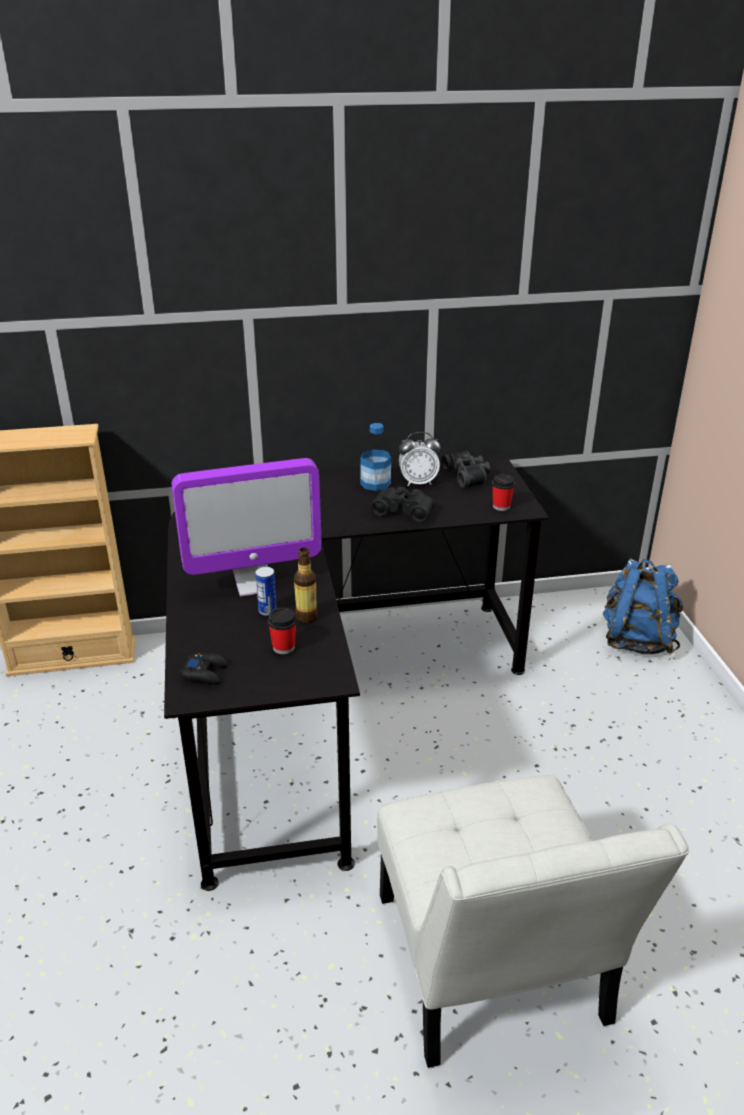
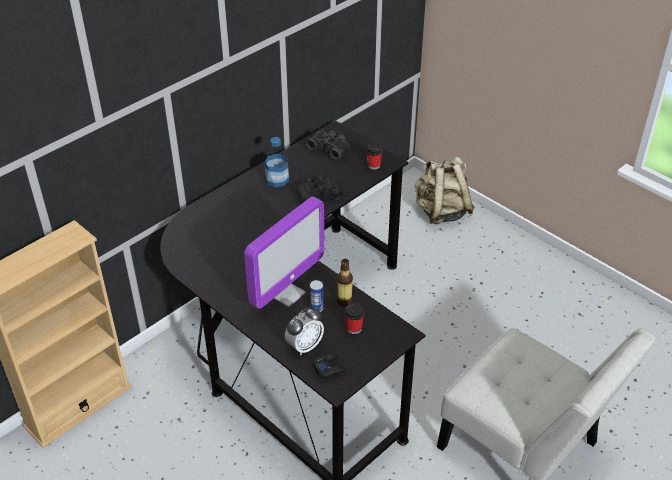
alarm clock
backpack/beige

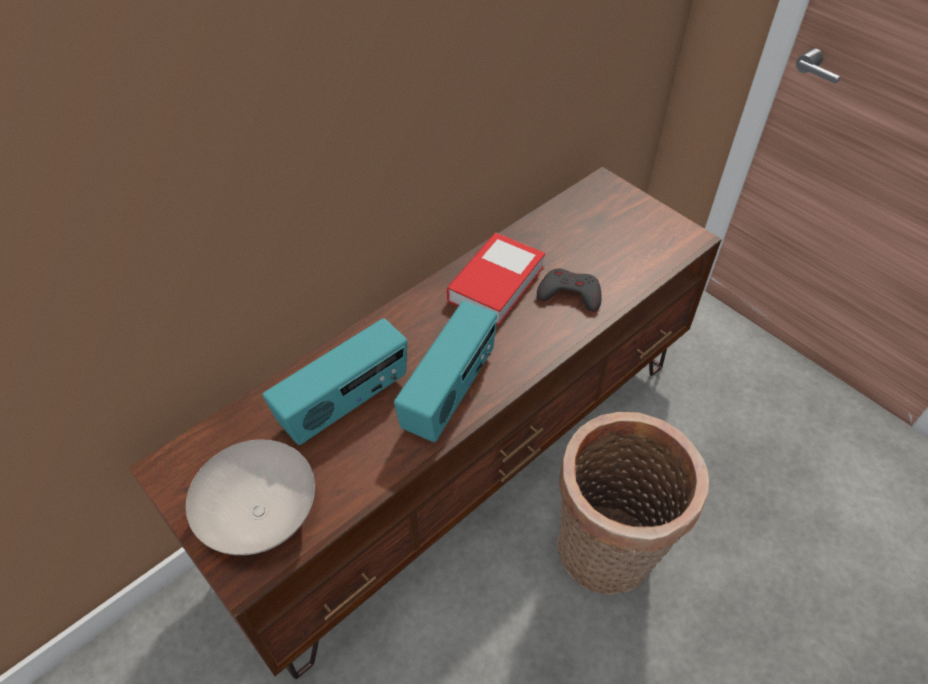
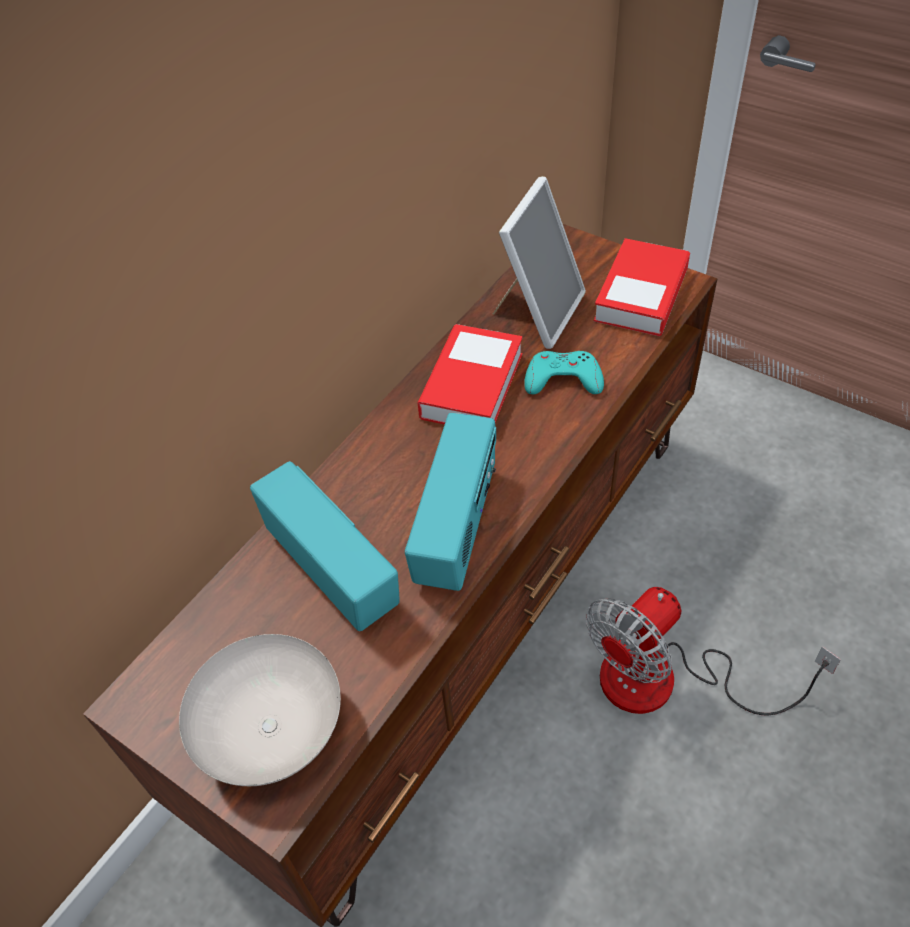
game controller/turquoise
radio (no. 1 from left)
fan
picture frame
book (no. 2 from left)

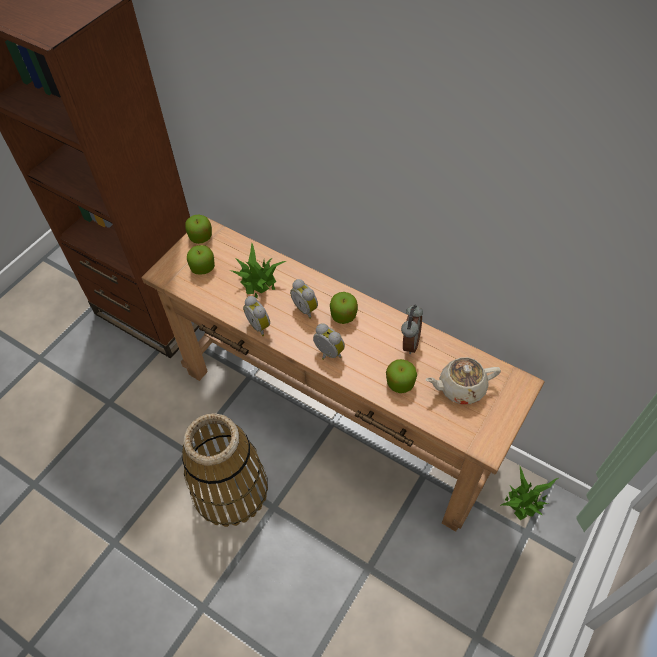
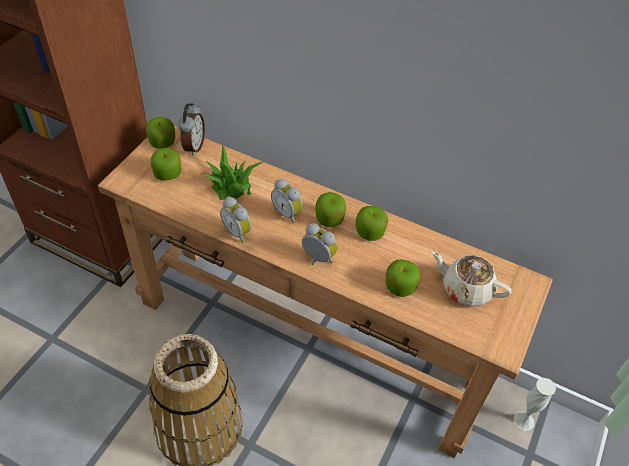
alarm clock (no. 1 from left)
teapot/beige
vase/white
apple (no. 4 from left)

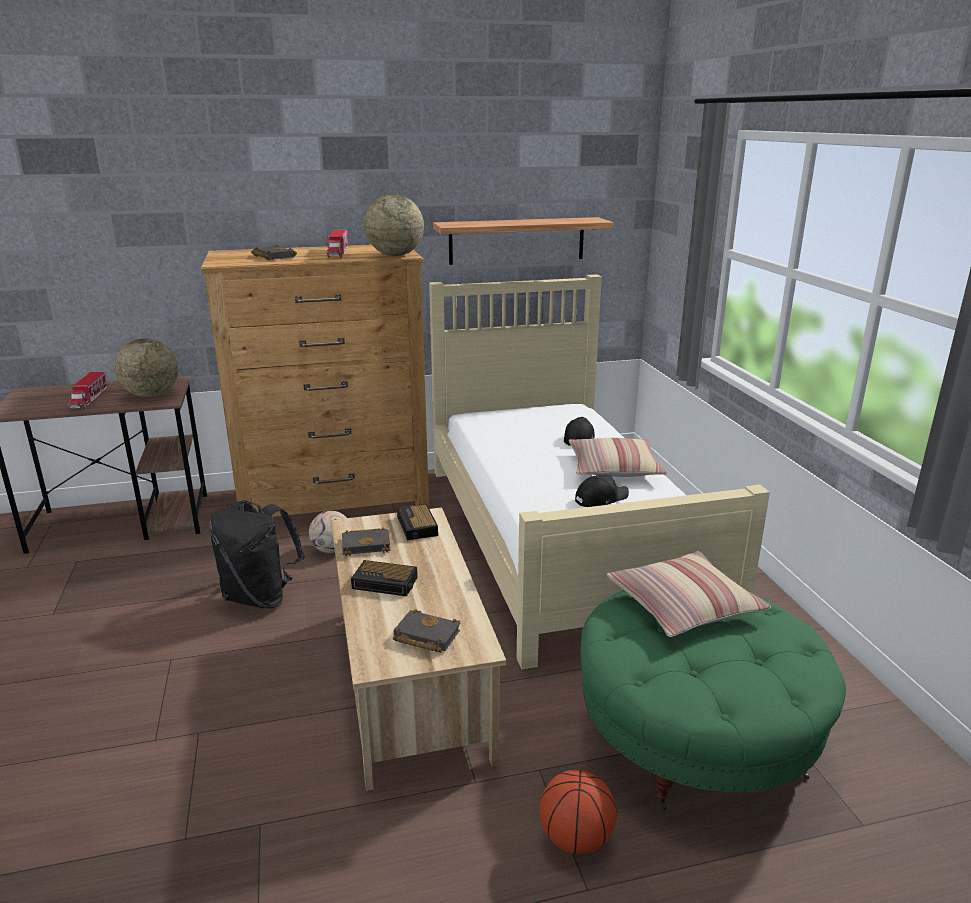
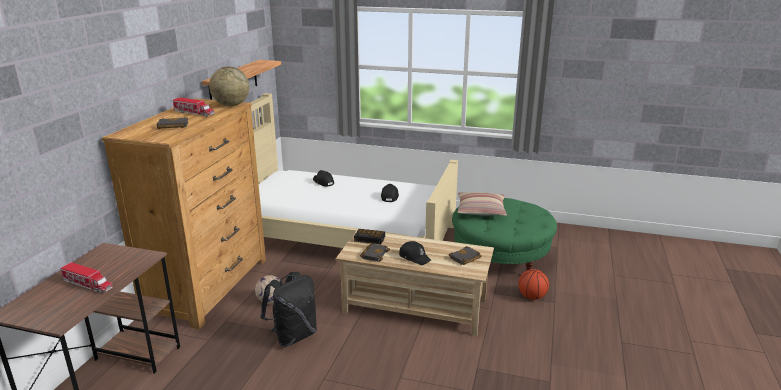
globe (no. 1 from left in the first image)
pillow (no. 1 from left in the first image)
cap/black (no. 3 from left)

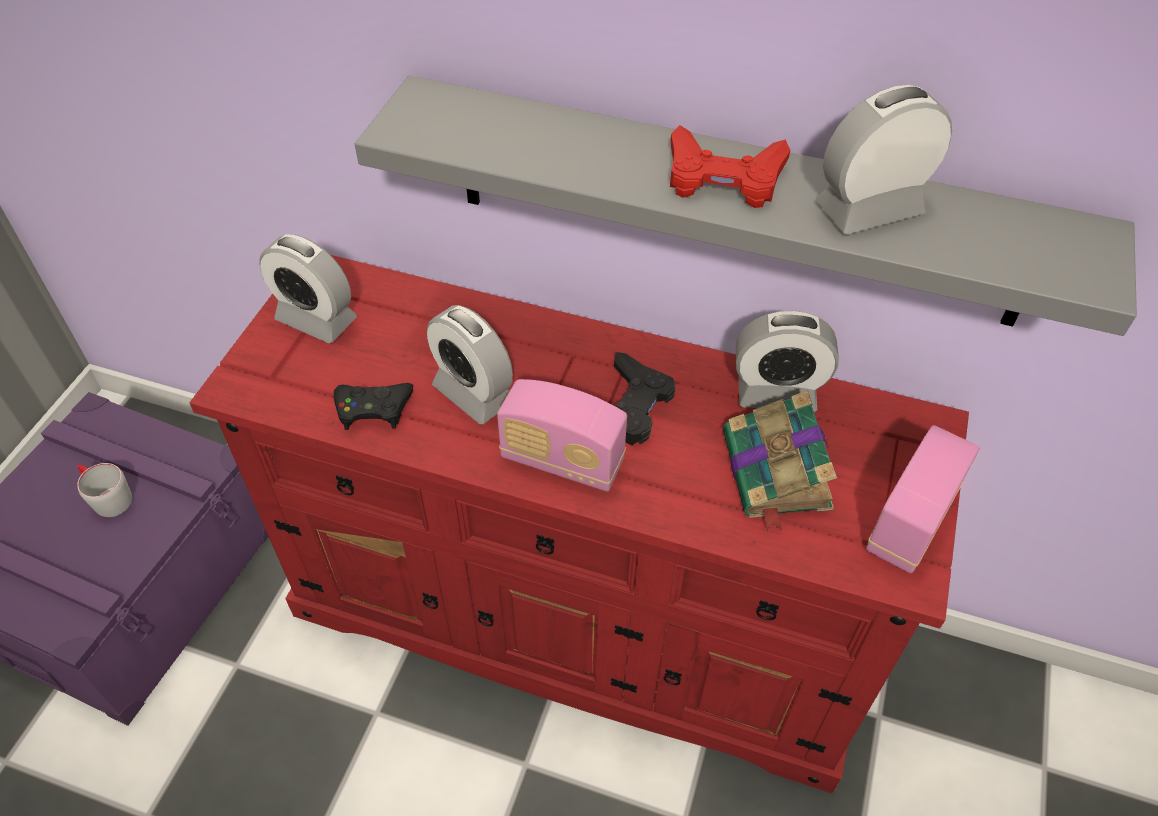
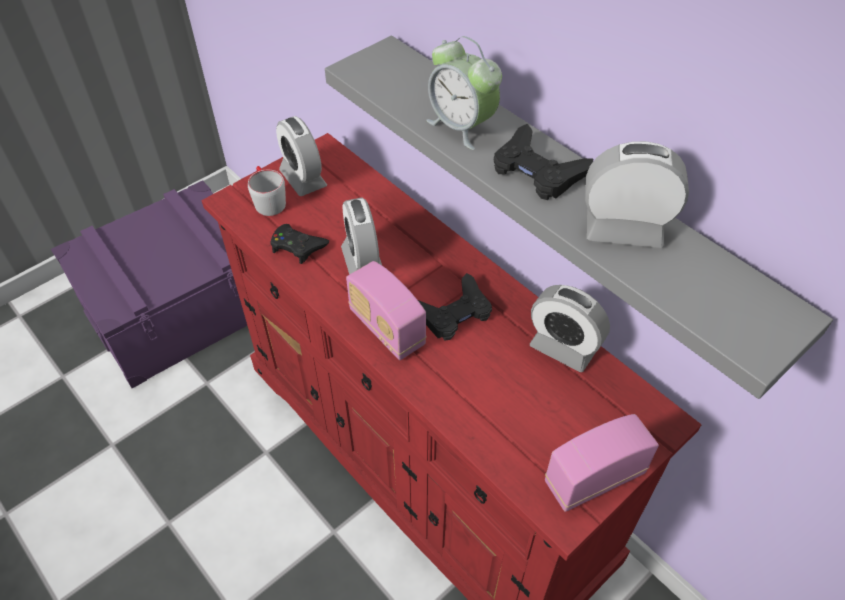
game controller/black (no. 3 from left)
book
mug/grey
alarm clock (no. 3 from left)

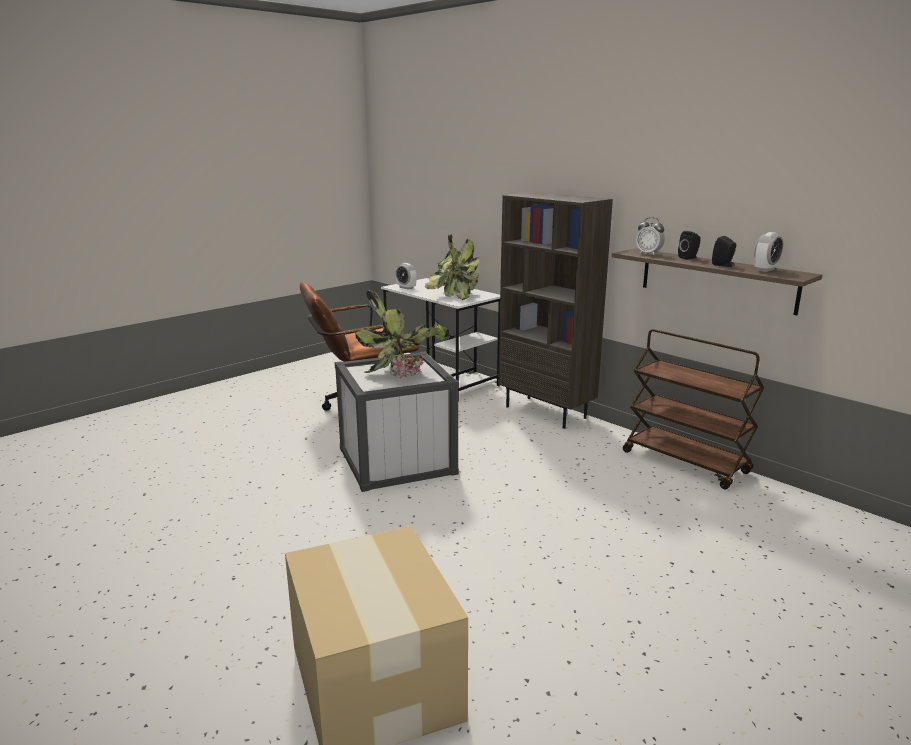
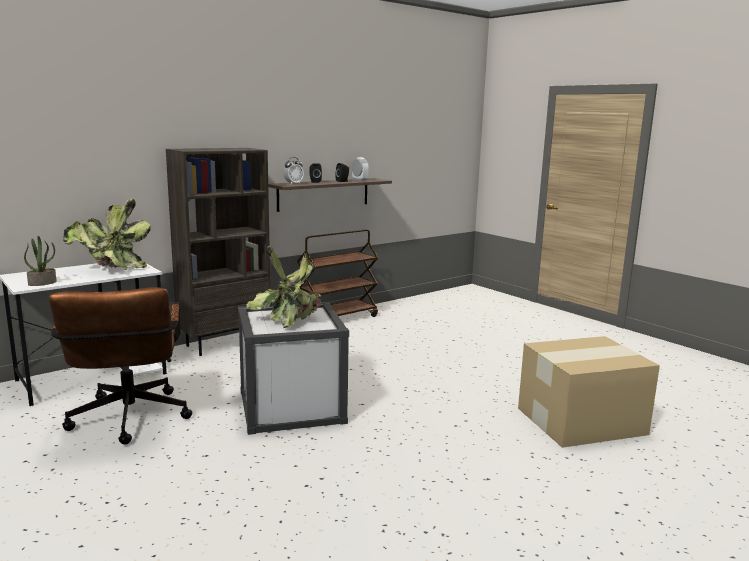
potted plant (no. 1 from left)

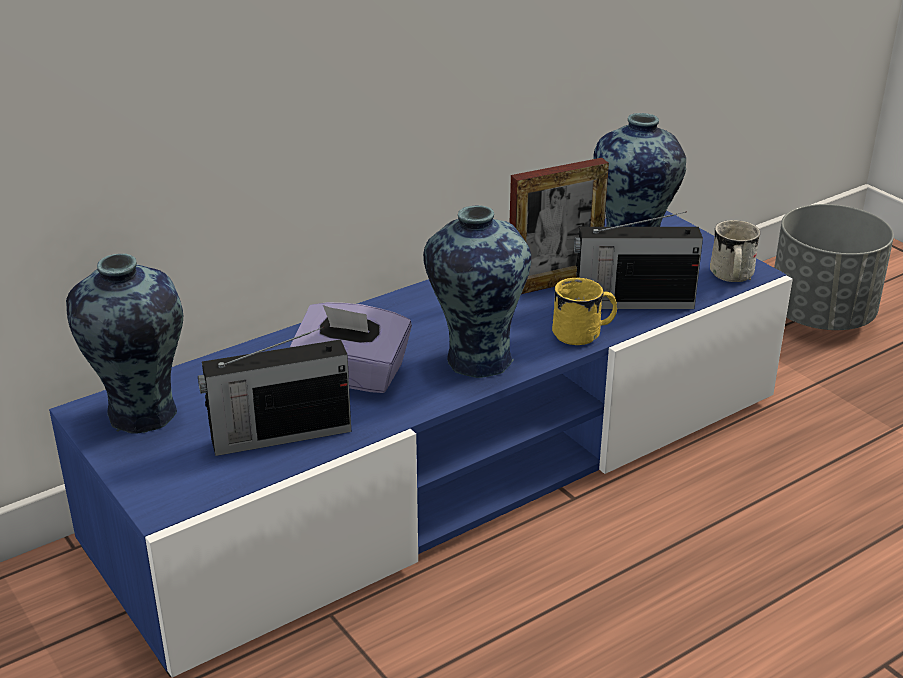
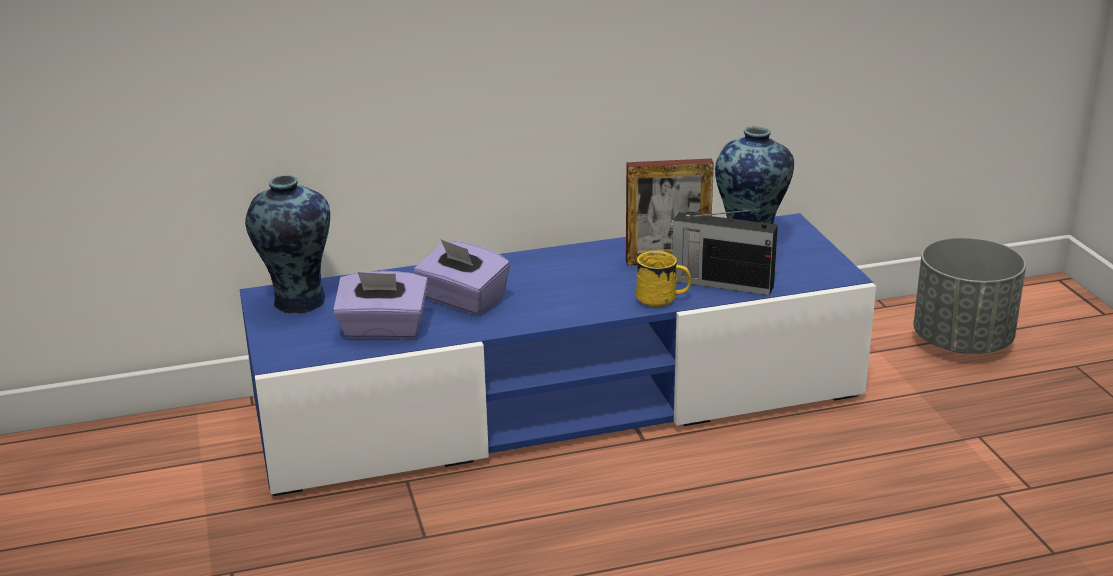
vase (no. 2 from left in the first image)
mug/white
tissue box/purple (no. 1 from left)

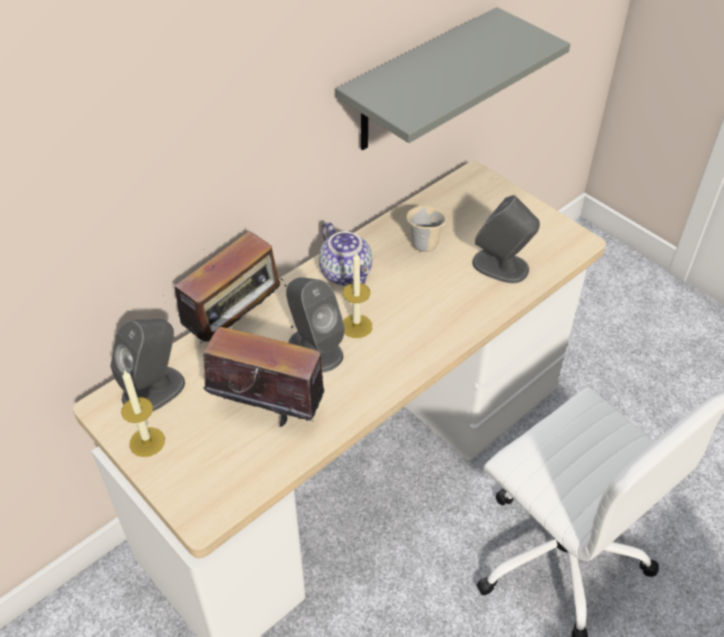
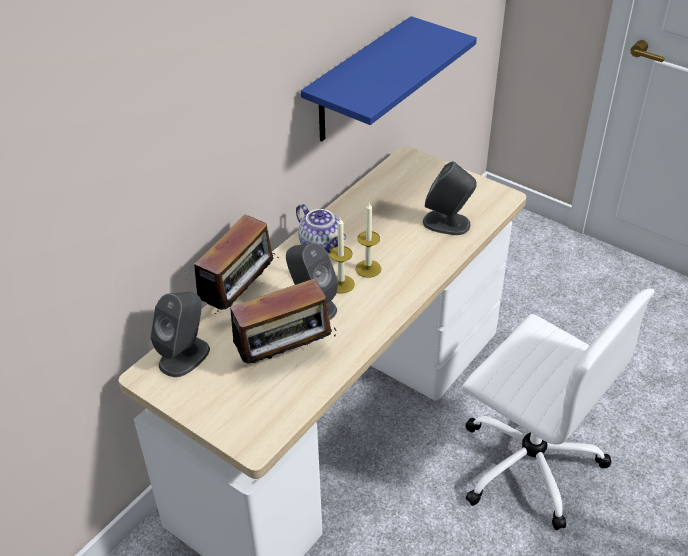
shelf/blue
mug/beige
radio (no. 2 from left)
candle (no. 2 from left)

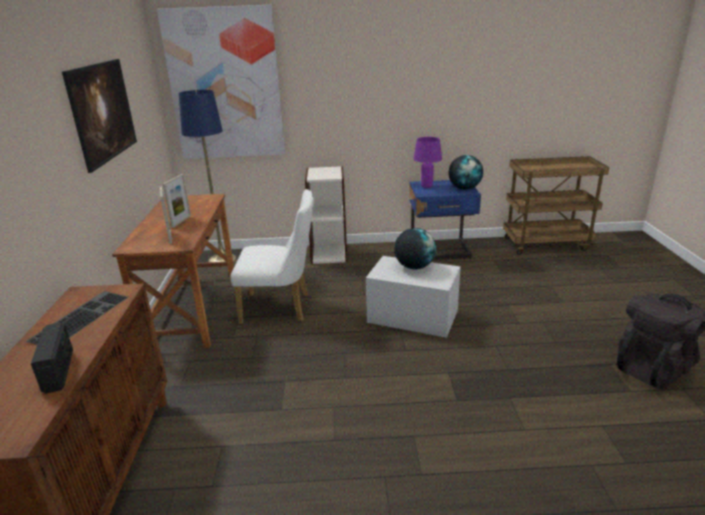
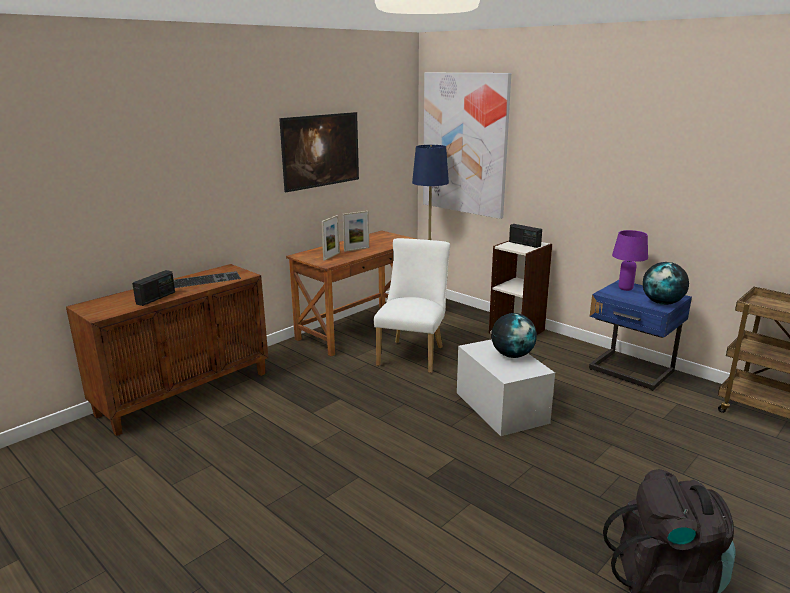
chair/white
radio (no. 2 from left)

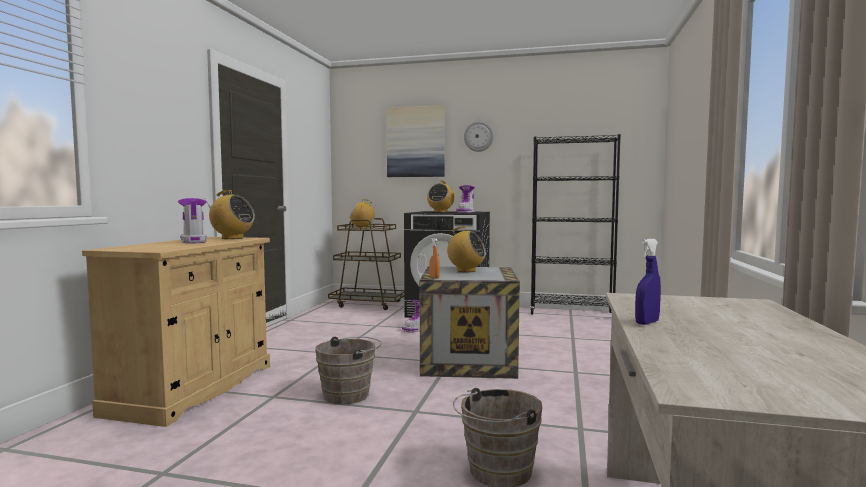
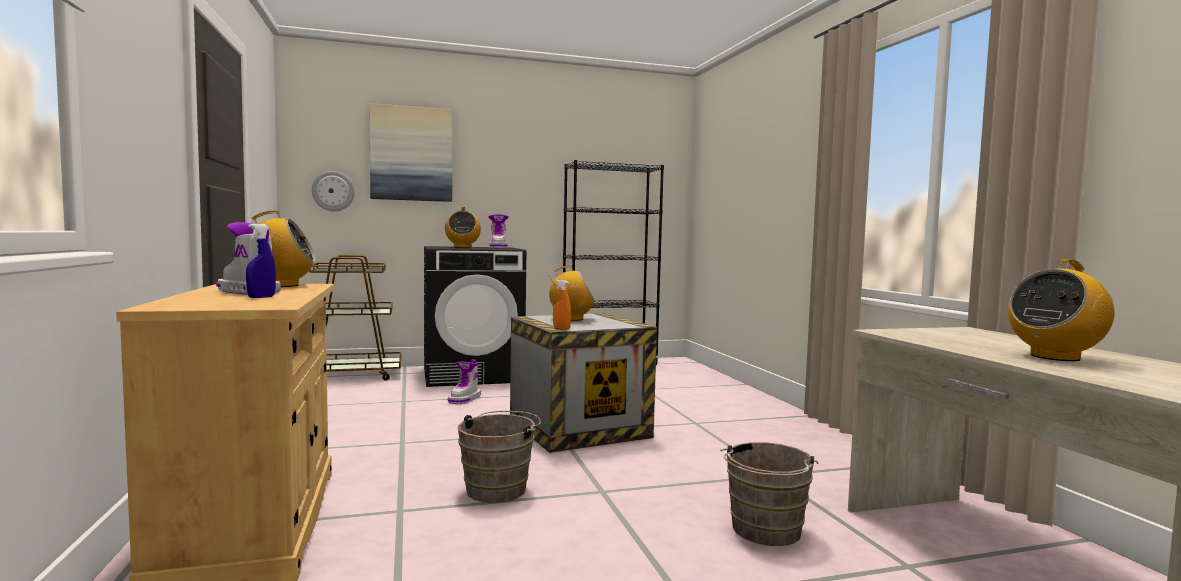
wall clock
radio (no. 4 from left)
spray bottle/blue

